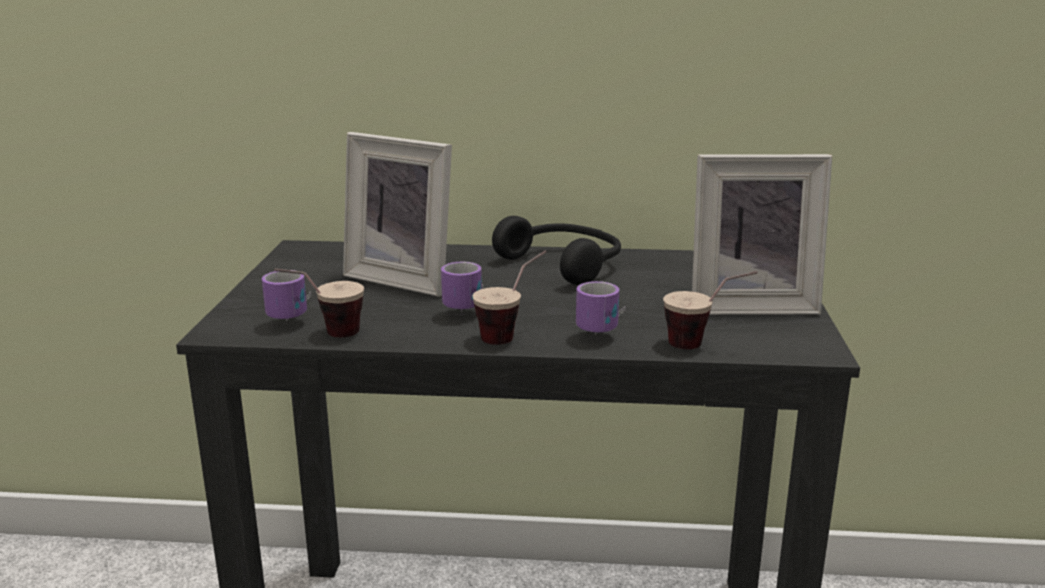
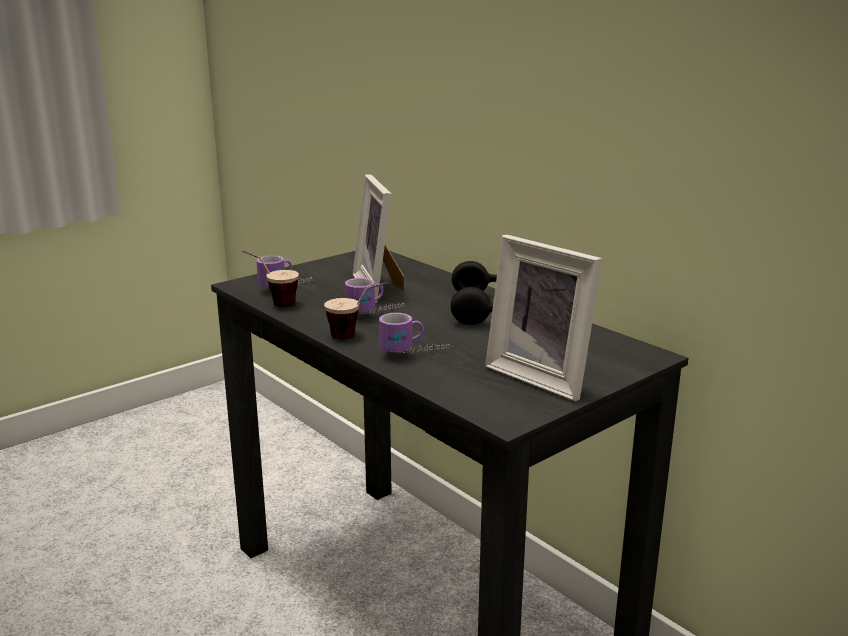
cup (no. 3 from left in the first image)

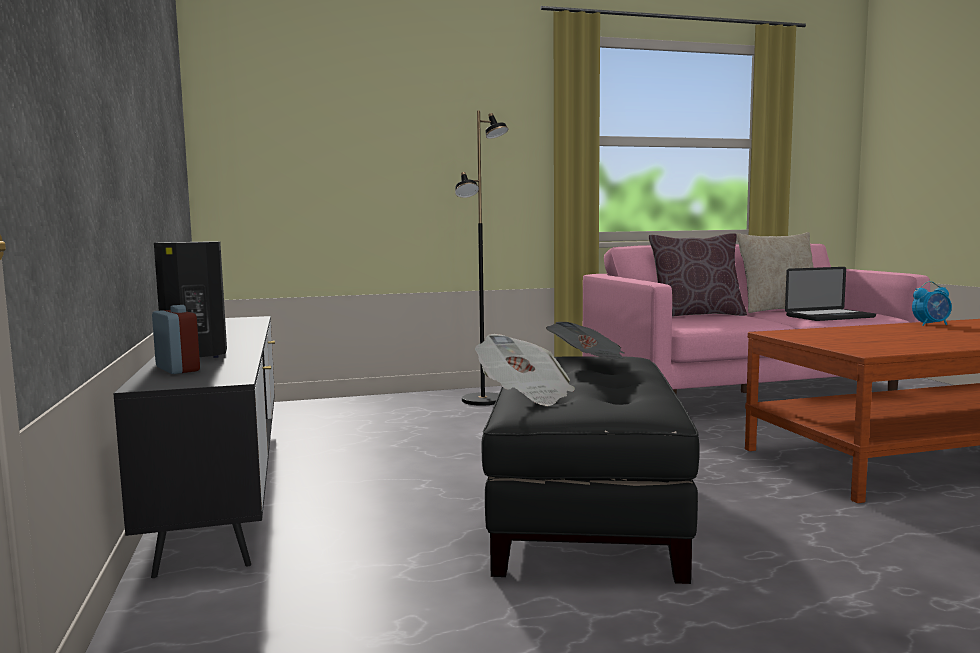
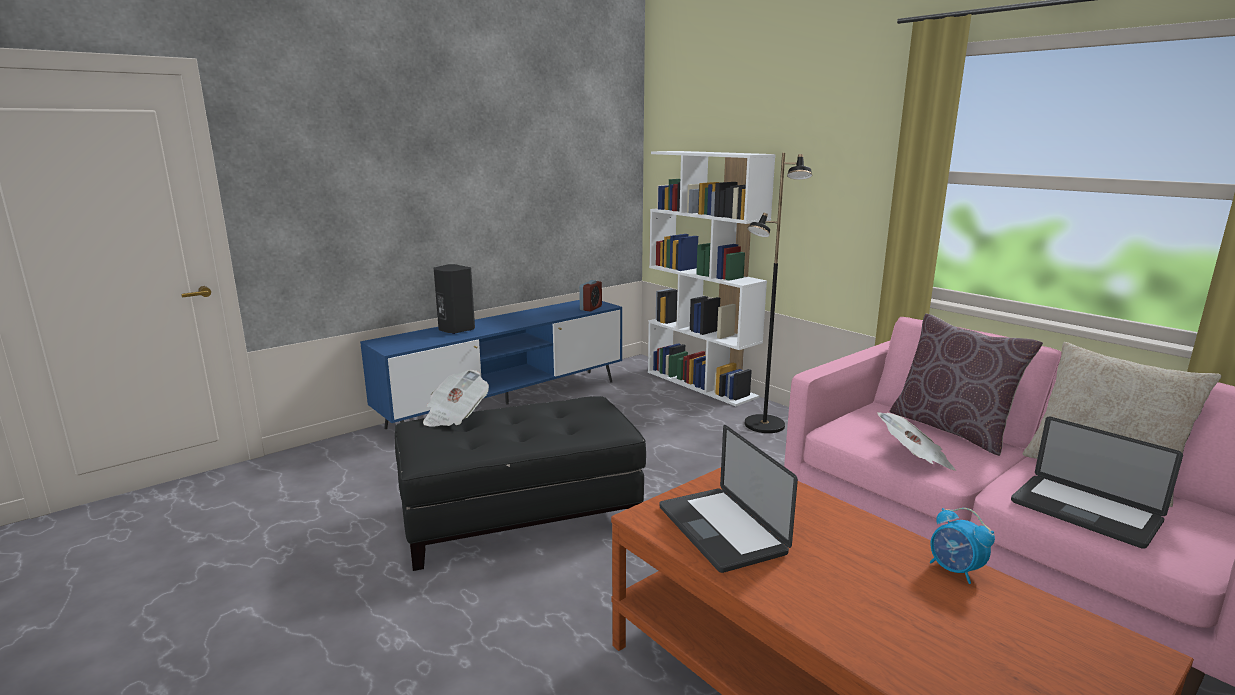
alarm clock (no. 1 from left)
tv stand/blue
newspaper (no. 2 from left)
bookcase/white
laptop (no. 1 from left)

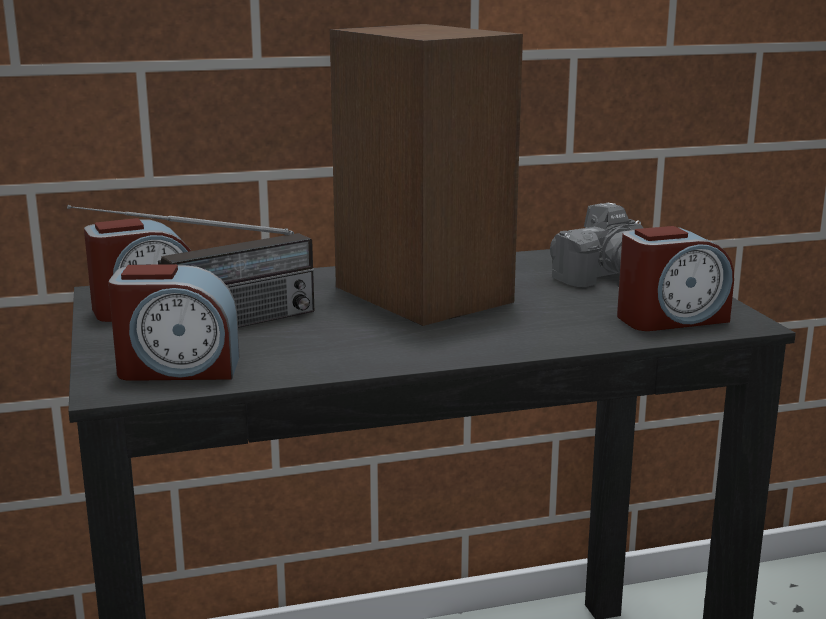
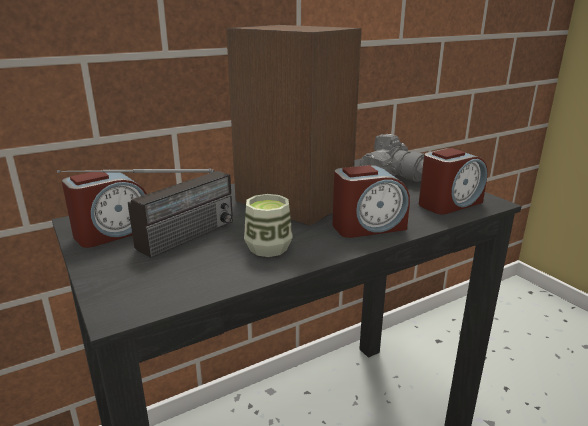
alarm clock (no. 2 from left)
cup

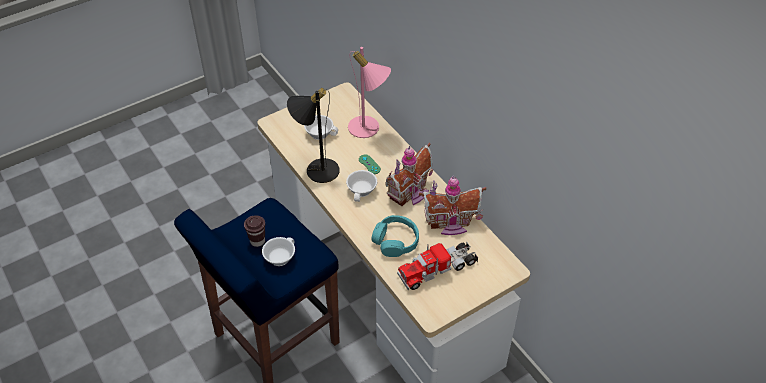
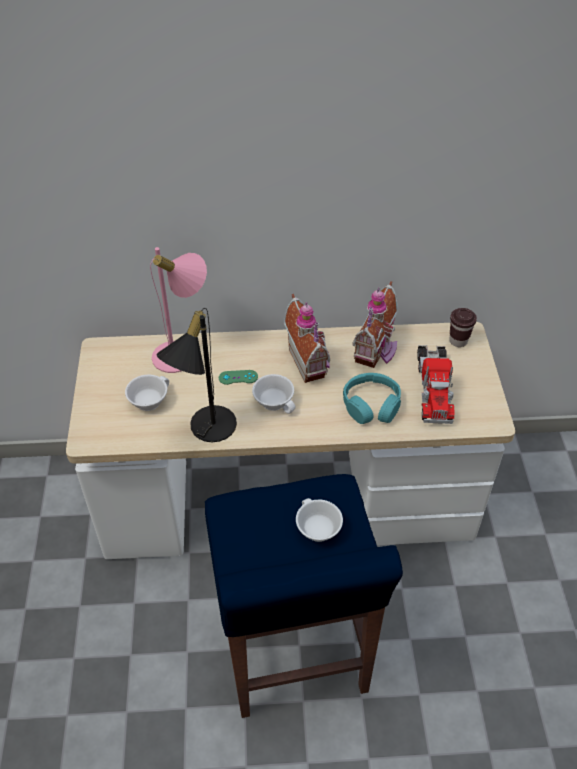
cup/brown

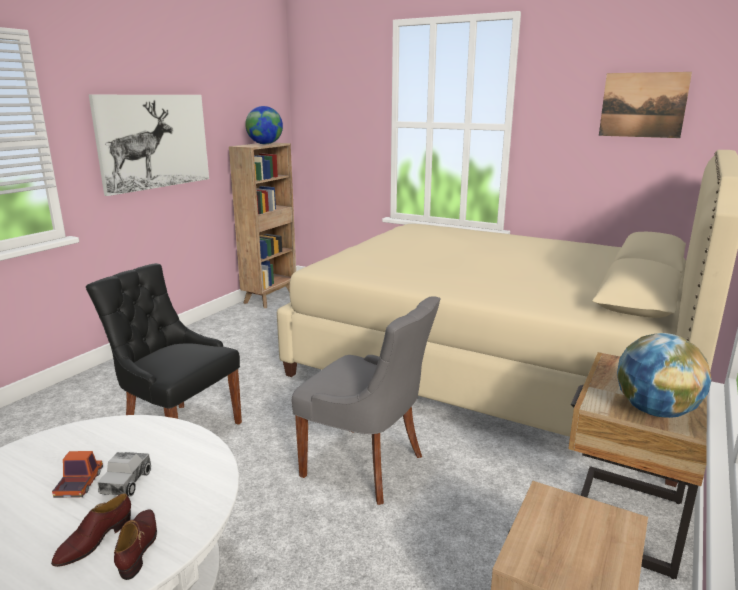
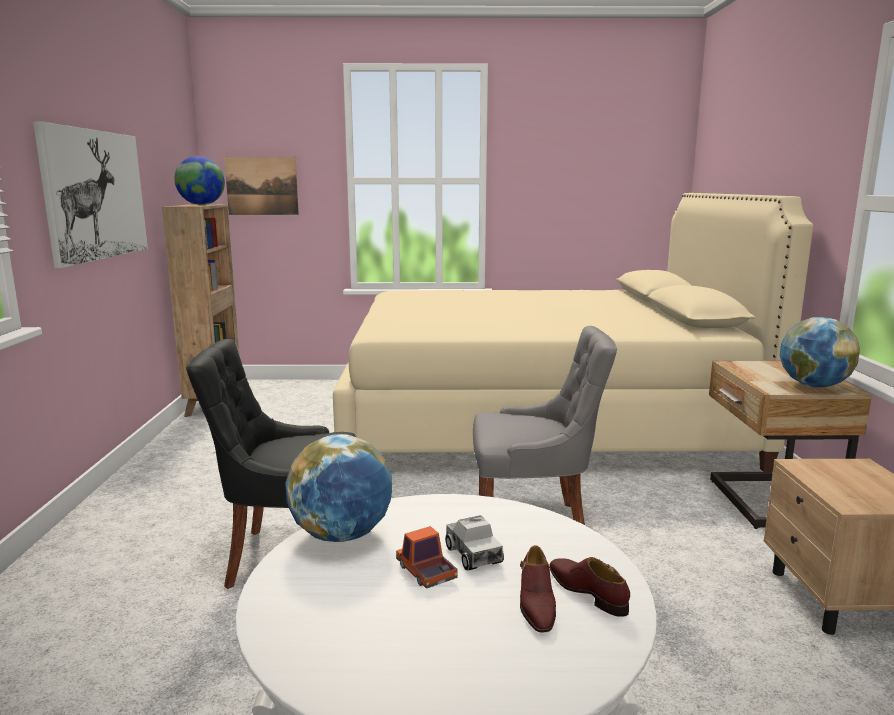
picture (no. 2 from left)
globe (no. 2 from left)

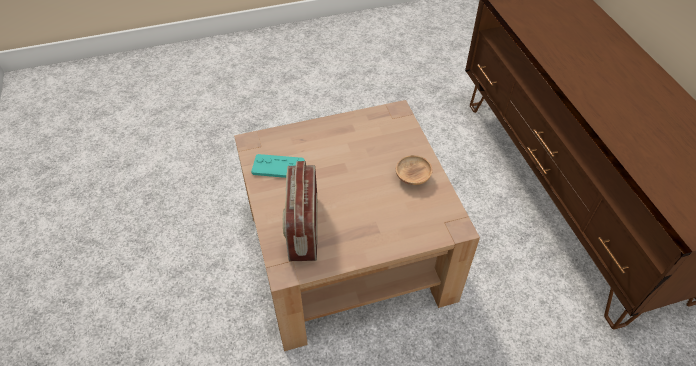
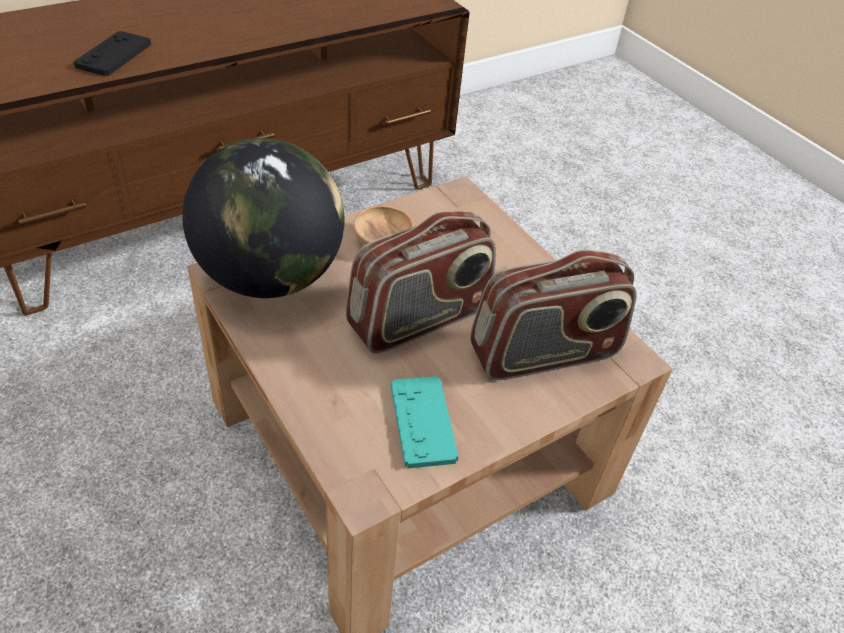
game controller/black
globe
radio (no. 1 from left)

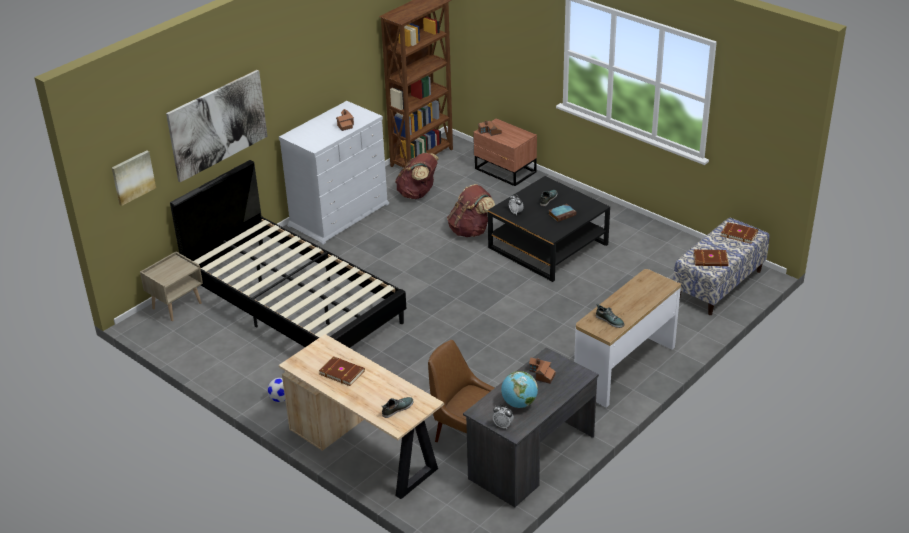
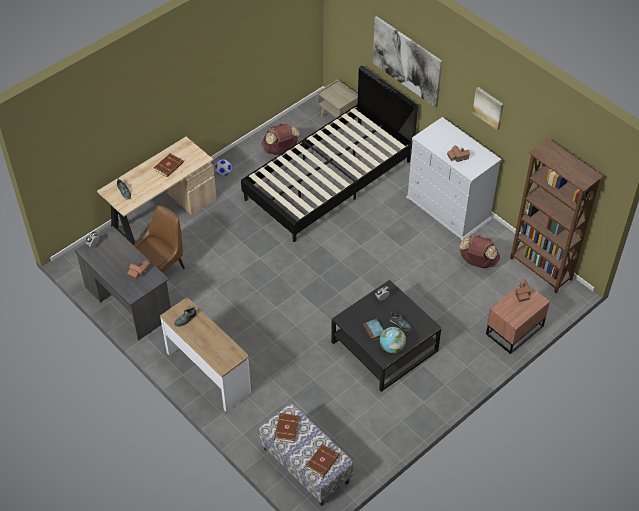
picture (no. 2 from left)
backpack/brown (no. 1 from left)
globe

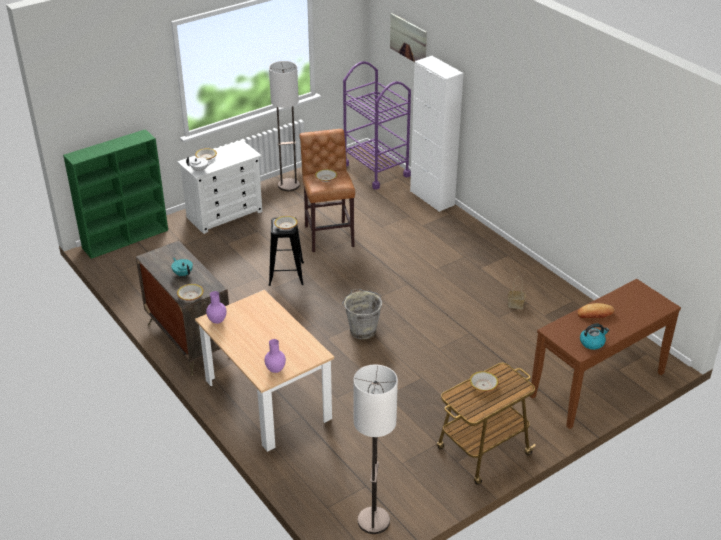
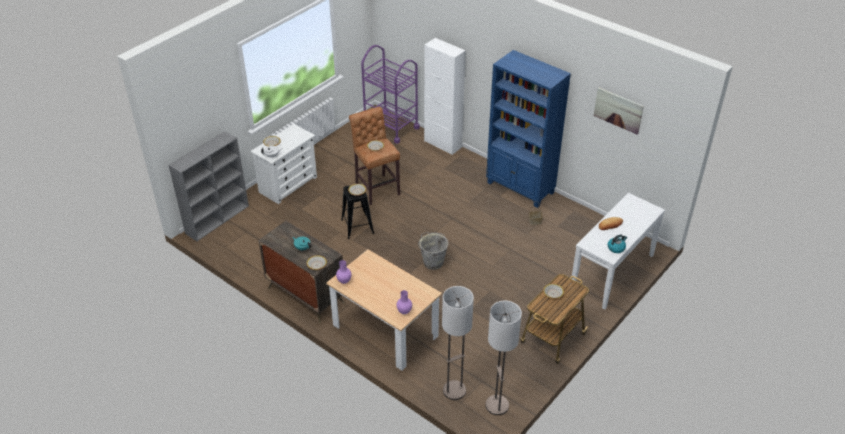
picture
floor lamp (no. 1 from left)
bookcase/grey
console table/white
bookcase/blue

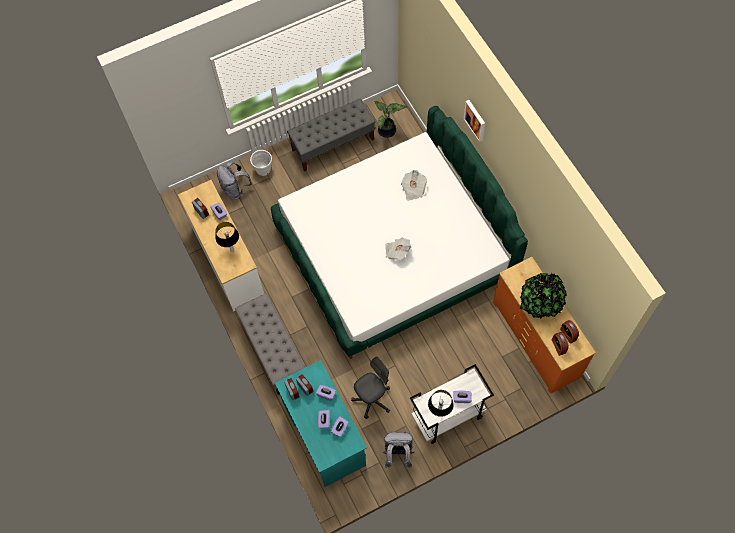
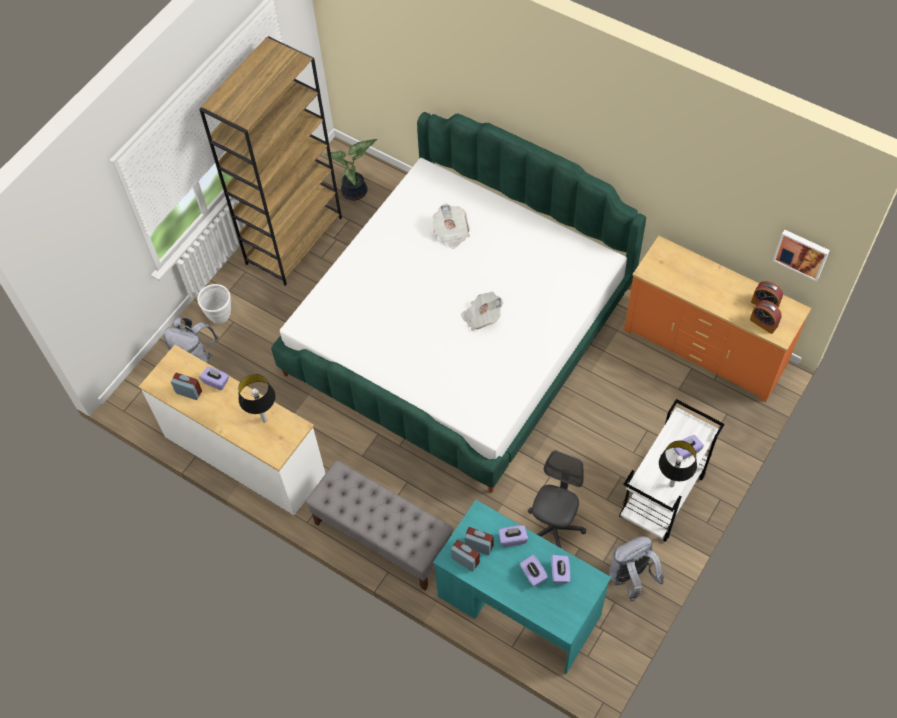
bookcase/brown
picture
potted plant (no. 2 from left in the first image)

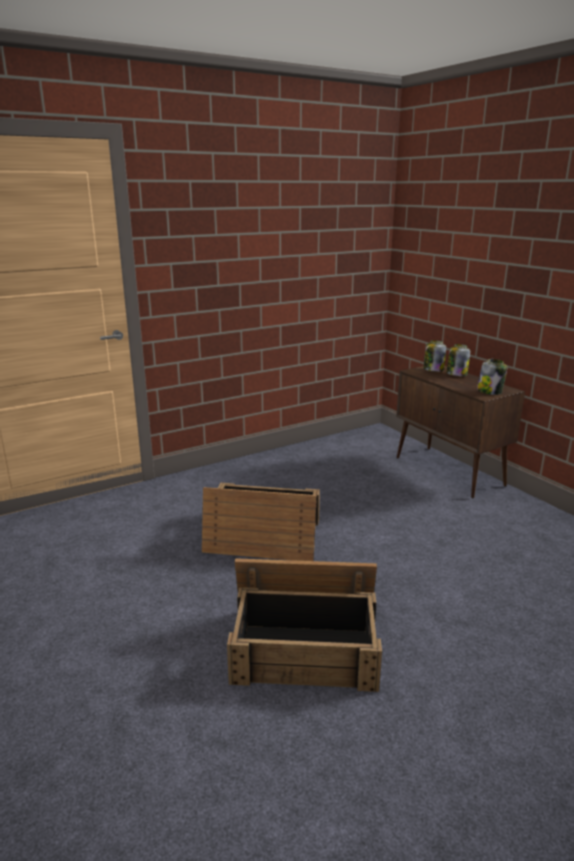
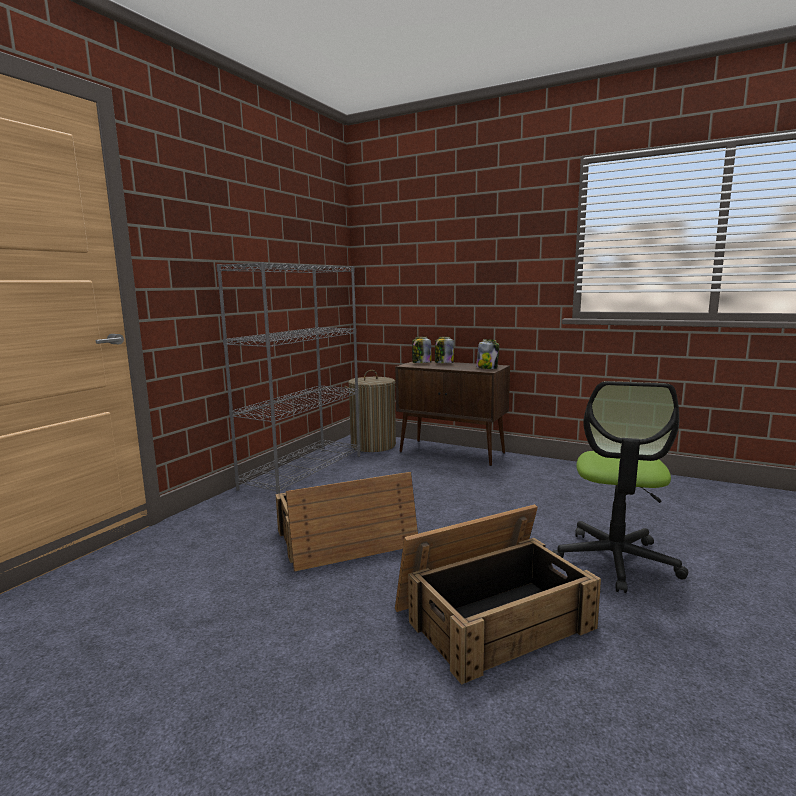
bookcase/grey
laundry basket
office chair

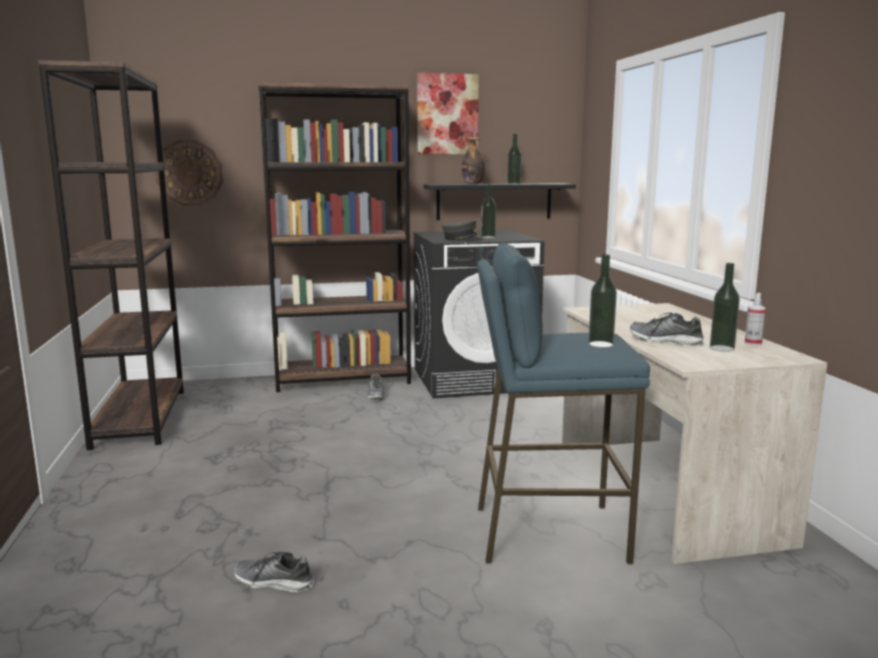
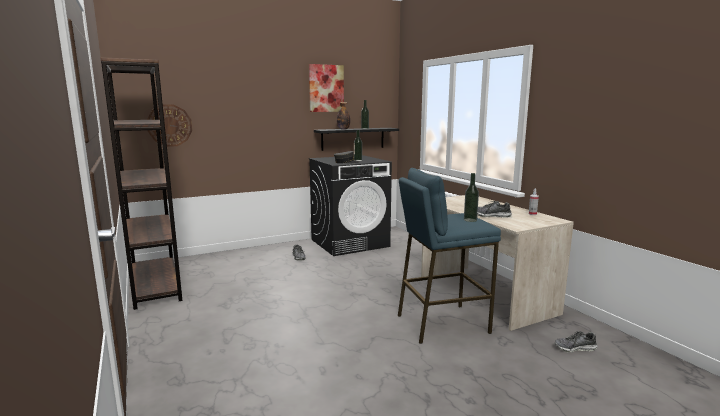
bookcase/brown (no. 2 from left in the first image)
bottle (no. 5 from left in the first image)
shoe (no. 3 from left)

